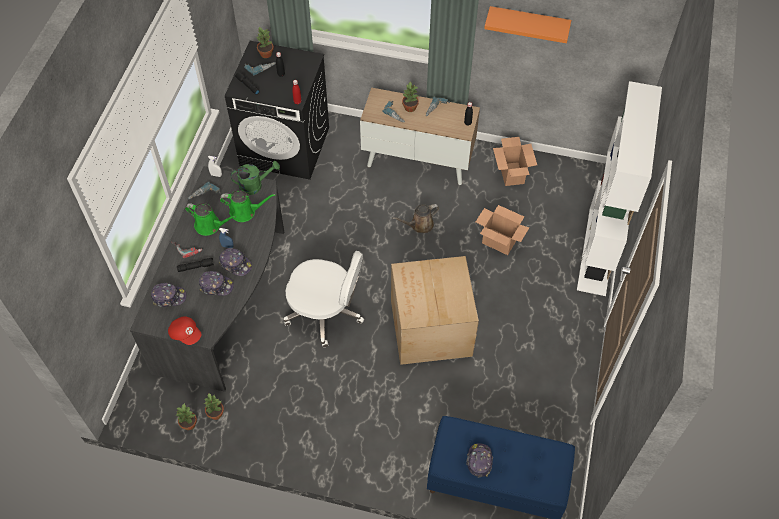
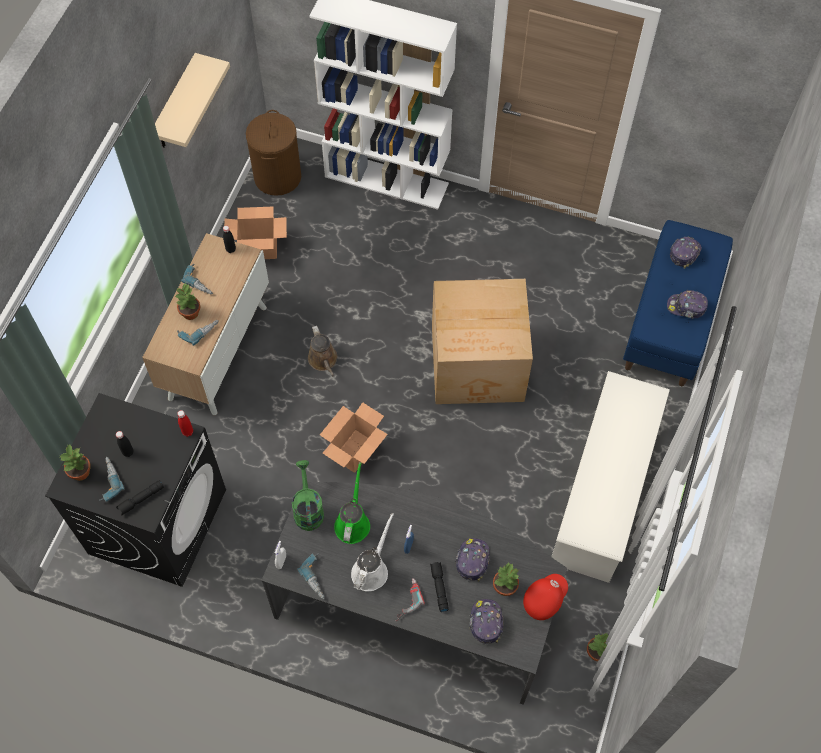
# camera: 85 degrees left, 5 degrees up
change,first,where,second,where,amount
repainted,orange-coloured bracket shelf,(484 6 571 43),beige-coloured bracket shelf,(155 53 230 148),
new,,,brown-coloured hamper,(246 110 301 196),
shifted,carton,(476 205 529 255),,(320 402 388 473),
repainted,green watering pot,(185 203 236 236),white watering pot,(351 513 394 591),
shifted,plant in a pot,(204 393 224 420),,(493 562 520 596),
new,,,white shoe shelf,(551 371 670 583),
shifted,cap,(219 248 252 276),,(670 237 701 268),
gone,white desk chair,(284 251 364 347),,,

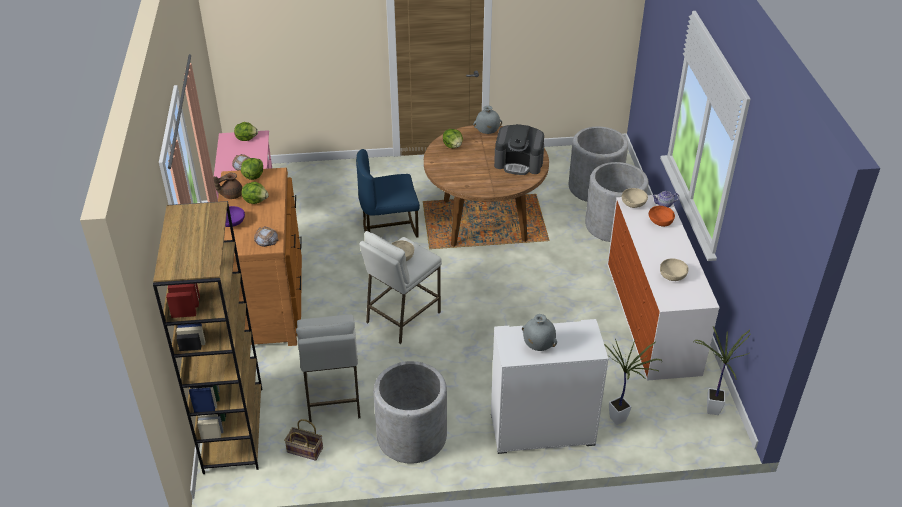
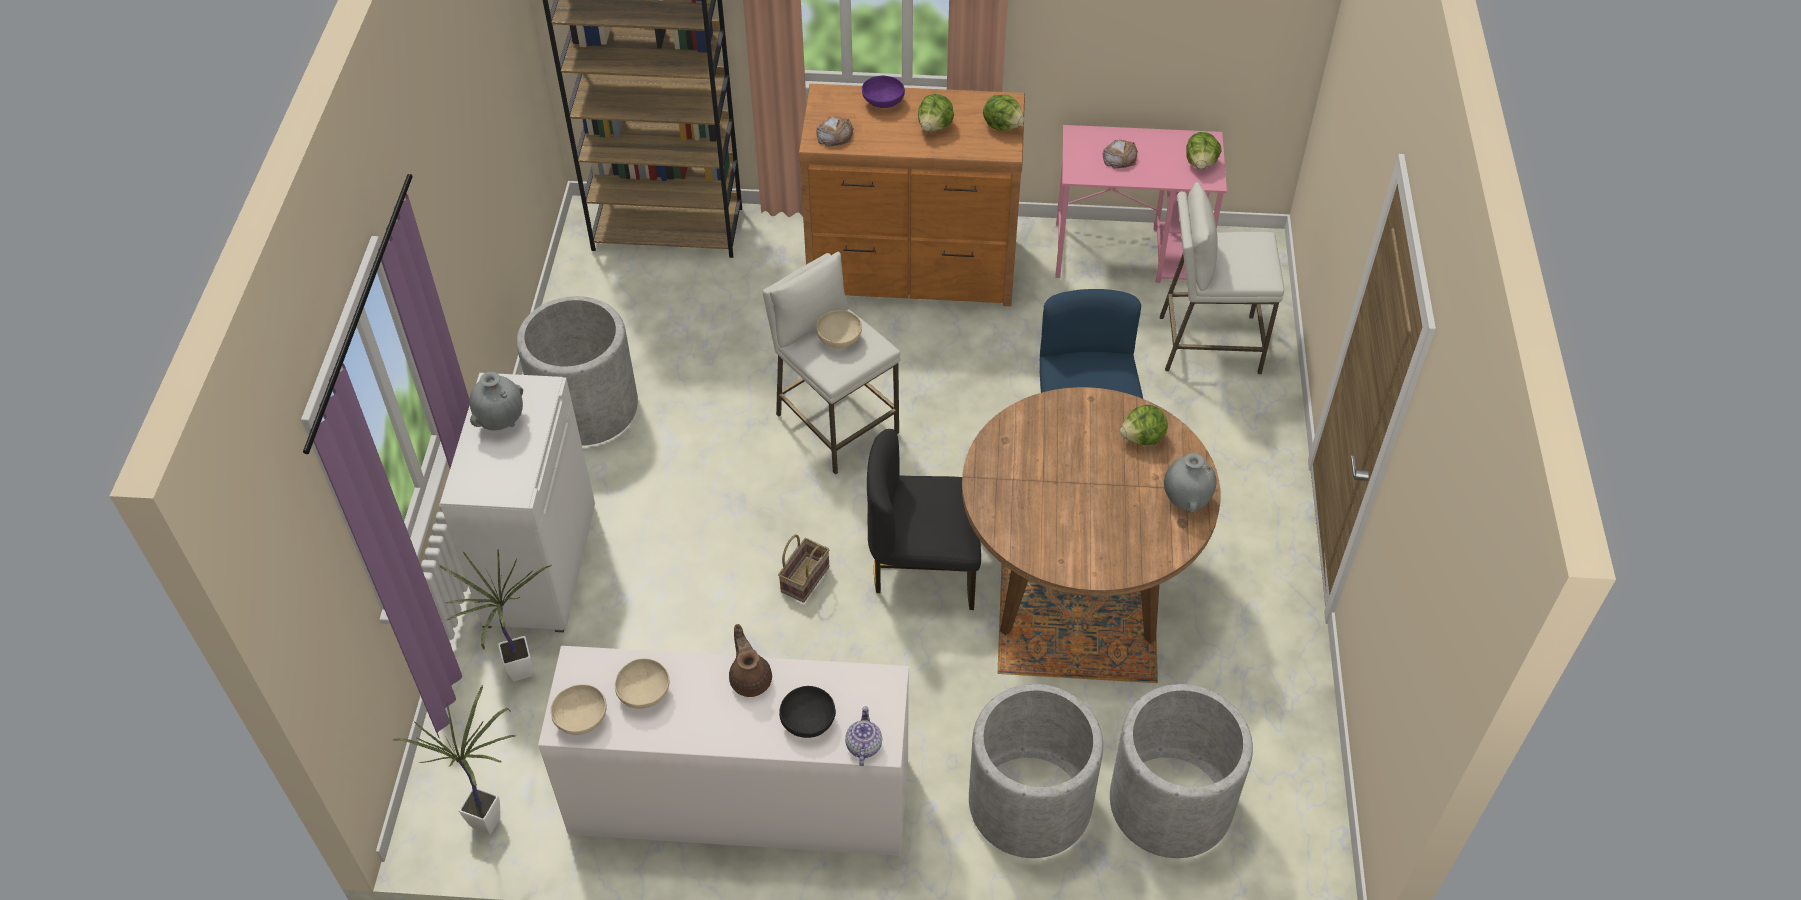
# camera: 100 degrees right, 10 degrees up
change,first,where,second,where,amount
shifted,beige-coloured deep dish,(622 188 648 208),,(551 684 607 735),
shifted,brown-coloured pot for tea,(213 173 242 199),,(729 624 772 697),
shifted,household basket,(284 419 323 461),,(778 535 829 603),
repainted,orange-coloured deep dish,(649 206 675 227),black-coloured deep dish,(779 686 836 738),
new,,,black-coloured upright chair,(867 429 981 610),
shifted,white sitting stool,(296 314 361 424),,(1160 182 1284 374),
gone,coffee maker,(494 124 544 175),,,

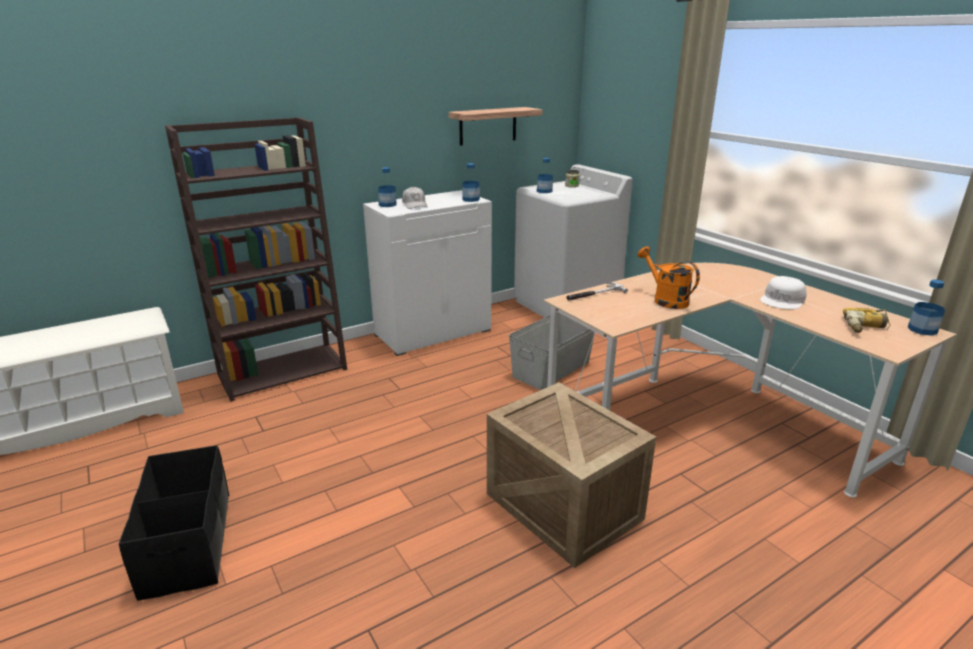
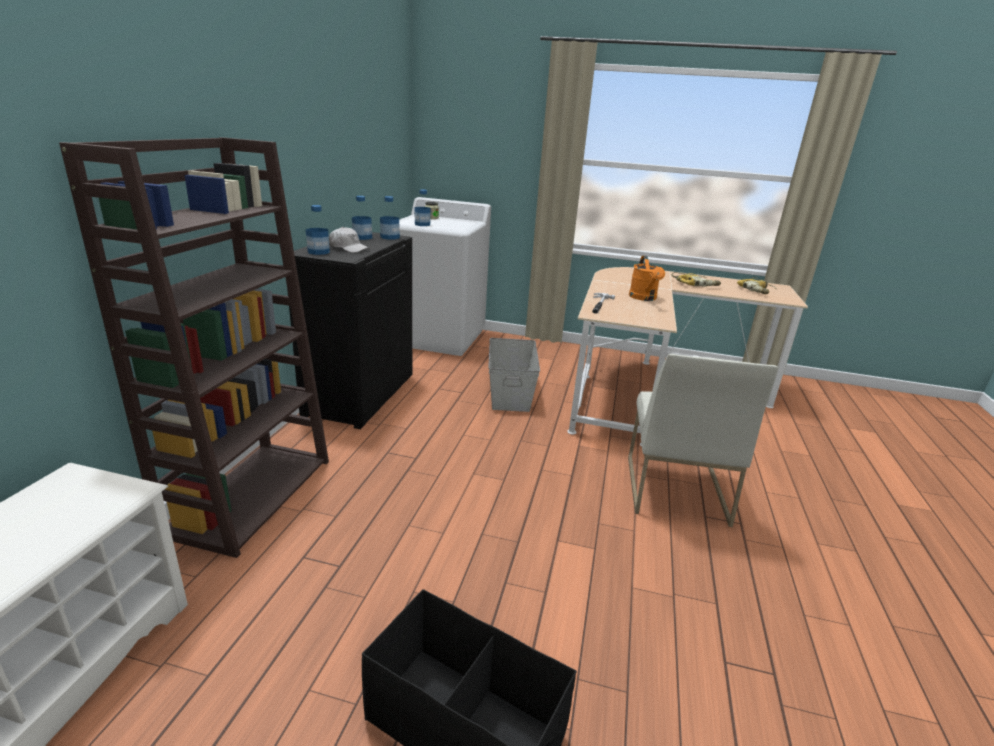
# camera: 45 degrees left, 0 degrees up
change,first,where,second,where,amount
repainted,white cabinet,(363 190 492 356),black-coloured cabinet,(287 232 412 429),
shifted,drink bottle,(908 279 945 336),,(352 196 372 240),
swapped,crate,(487 382 656 568),white upright chair,(628 354 778 527),
rotated,orange-coloured watering pot,(638 246 700 309),,(629 256 665 301),105 degrees counterclockwise
swapped,white cap,(760 276 807 309),drill,(671 272 721 287),
gone,bracket shelf,(449 107 542 146),,,

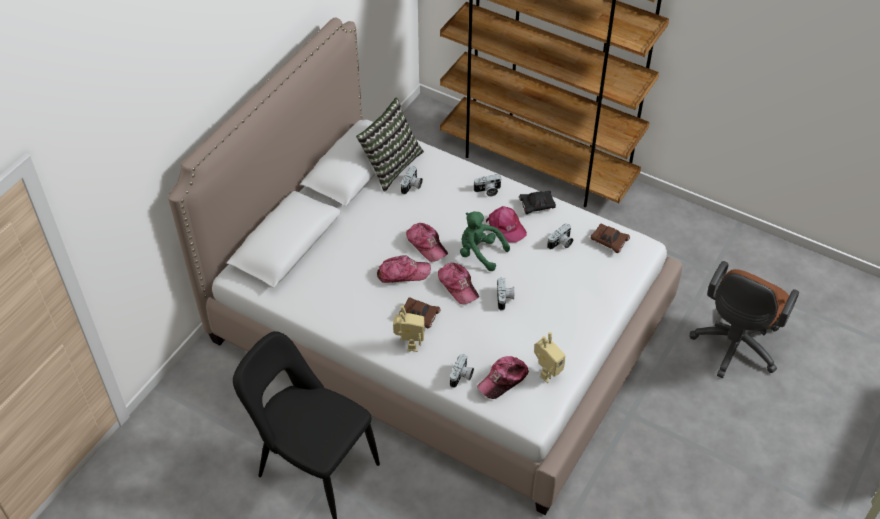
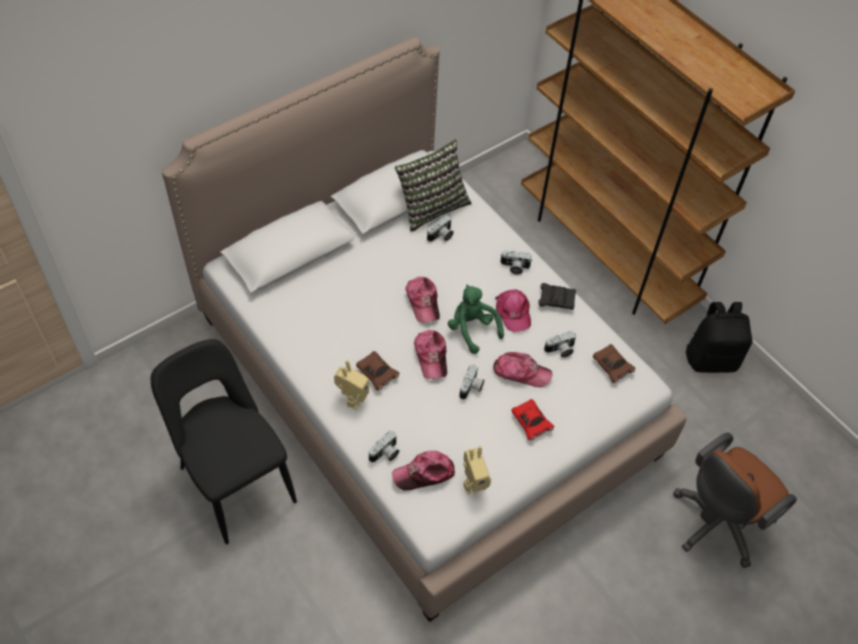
# camera: 20 degrees right, 5 degrees up
change,first,where,second,where,amount
shifted,cap,(377 255 431 283),,(493 352 553 387),
new,,,red-coloured miniature car,(511 399 554 440),
new,,,black-coloured knapsack,(686 302 752 373),

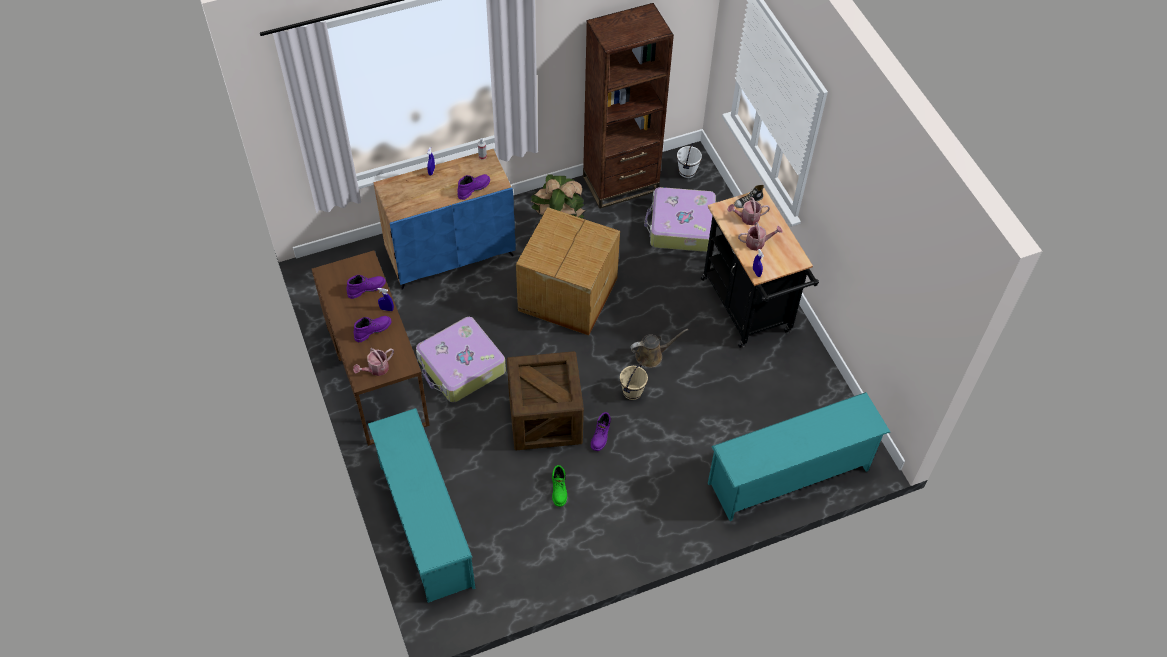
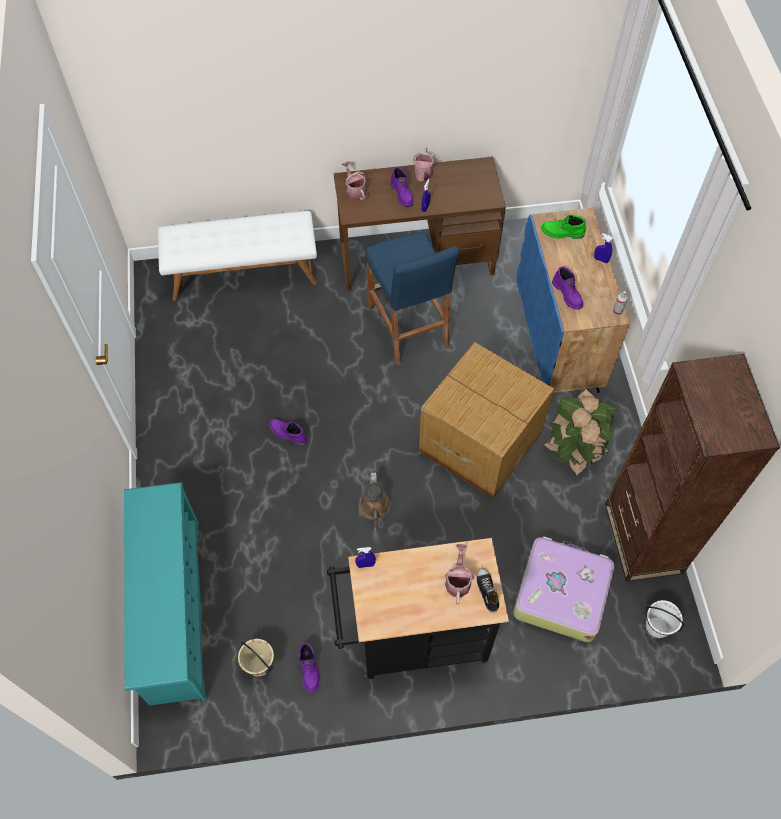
# camera: 105 degrees right, 5 degrees up
change,first,where,second,where,amount
swapped,blue-green shoe shelf,(368 408 475 603),white bench,(158 211 317 301),
shifted,beige-coloured water bucket,(620 364 648 400),,(238 639 274 677),
shifted,purple boot,(347 275 386 299),,(299 643 320 693),
swapped,suitcase,(416 317 506 402),blue sitting stool,(365 231 460 365),
shifted,watering pot,(738 222 783 251),,(413 149 435 181),
shifted,green boot,(552 465 567 507),,(541 215 586 239),
gone,crate,(507 351 584 450),,,

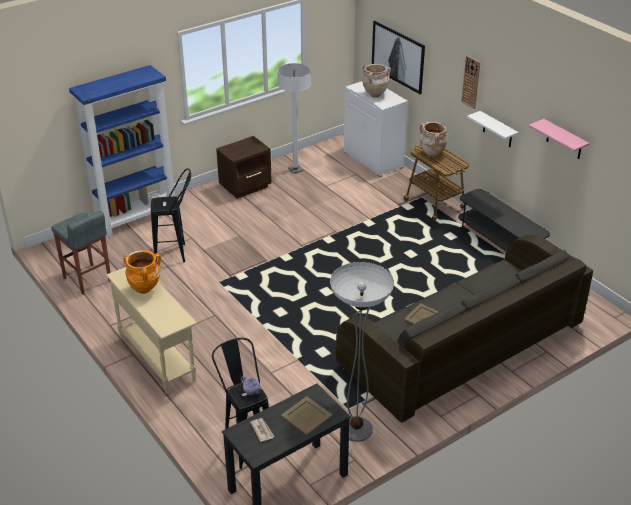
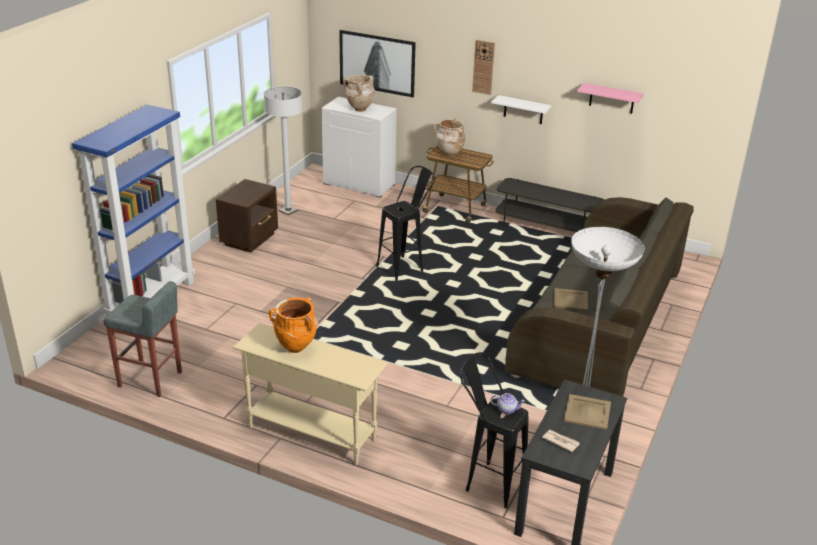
# camera: 30 degrees left, 5 degrees down
change,first,where,second,where,amount
shifted,black-coloured sitting stool,(151 168 191 263),,(376 166 435 281),

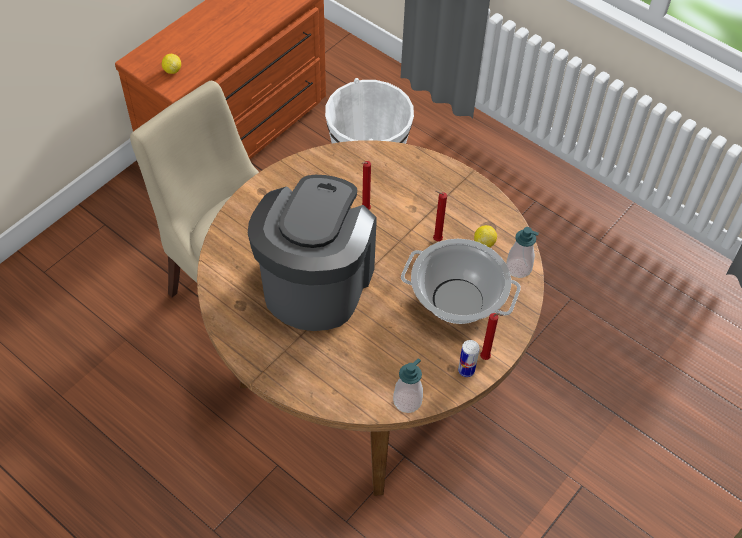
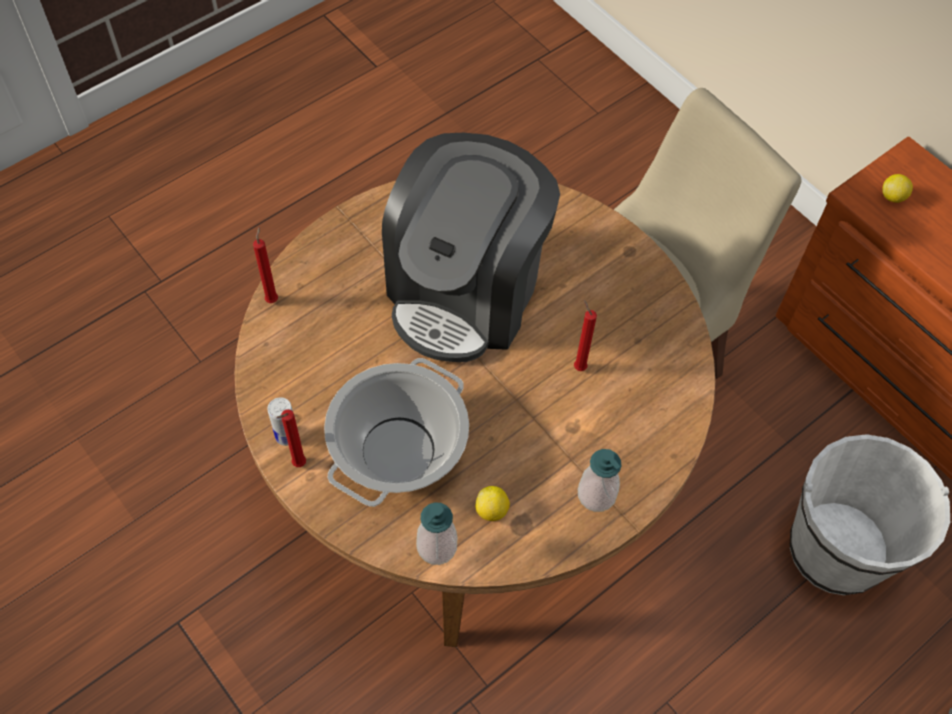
# camera: 100 degrees right, 5 degrees up
change,first,where,second,where,amount
shifted,red-coloured wax light,(433 190 447 241),,(253 227 278 303),
rotated,coffee maker,(248 175 377 331),,(382 133 560 362),90 degrees clockwise
shifted,soap dispenser,(393 358 423 413),,(578 449 621 512),

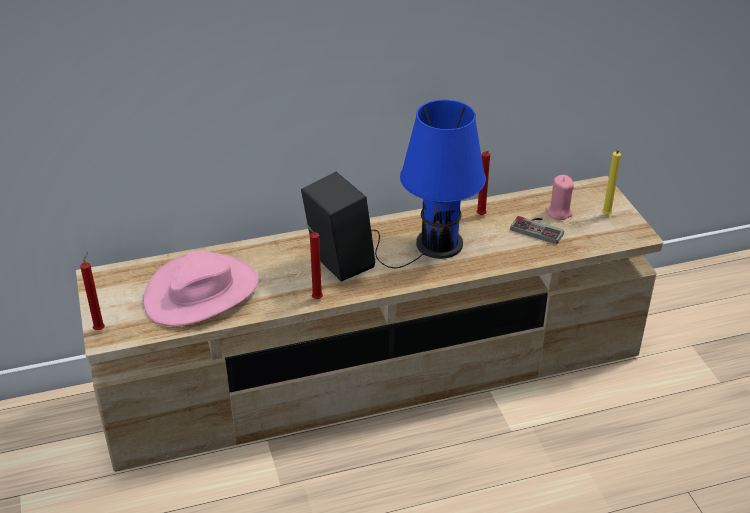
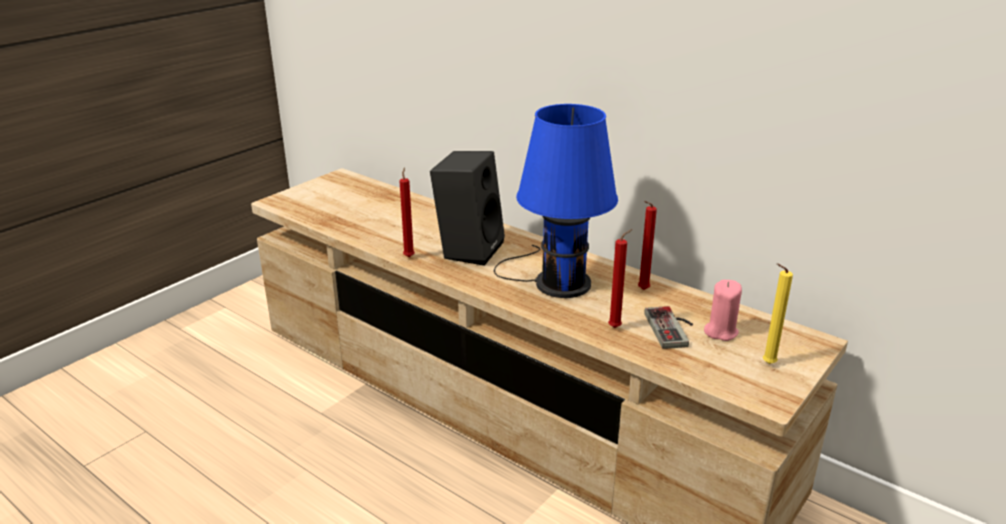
# camera: 55 degrees right, 10 degrees down
change,first,where,second,where,amount
shifted,red-coloured wax light,(80 252 105 330),,(608 229 633 328),
gone,pink wearable hat,(143 250 259 326),,,

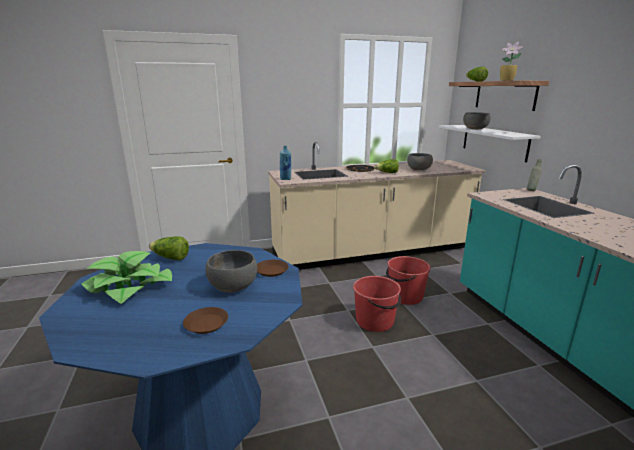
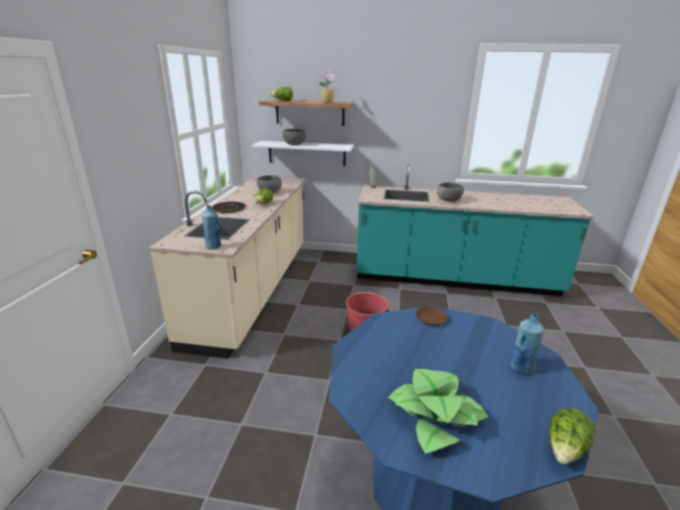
# camera: 65 degrees left, 5 degrees up
change,first,where,second,where,amount
shifted,greyish deep dish,(205 250 257 293),,(437 183 464 202),
swapped,brown-coloured plate,(183 307 228 334),blue drink bottle,(511 313 544 375),
shifted,head of lettuce,(149 236 189 260),,(549 408 596 464),
gone,red-coloured water bucket,(386 256 431 305),,,

